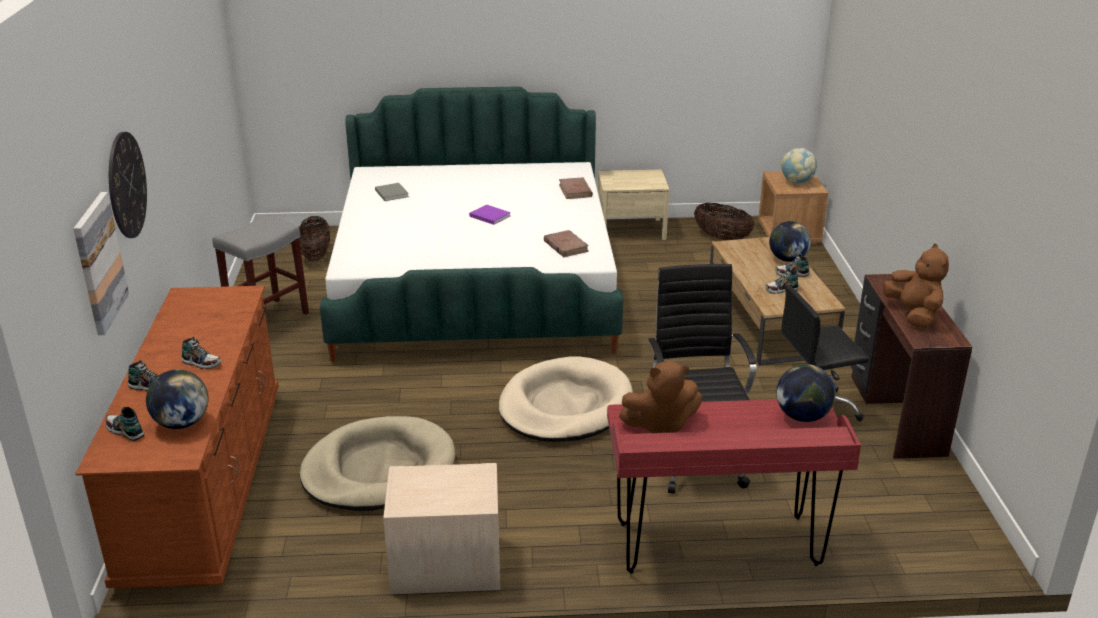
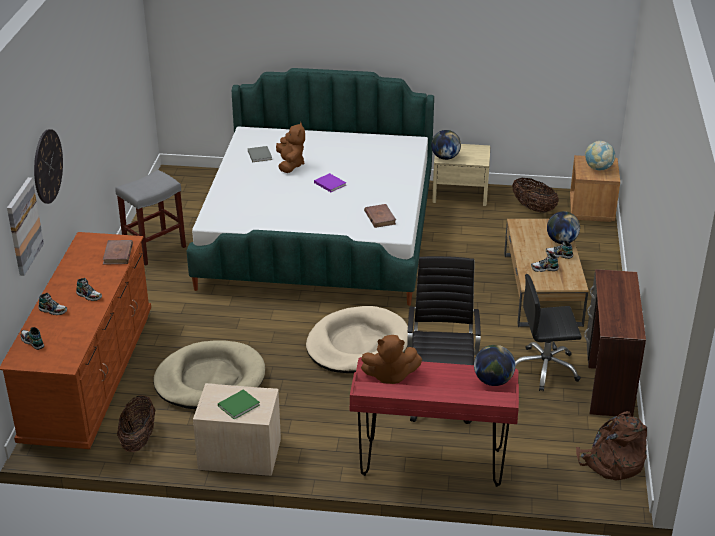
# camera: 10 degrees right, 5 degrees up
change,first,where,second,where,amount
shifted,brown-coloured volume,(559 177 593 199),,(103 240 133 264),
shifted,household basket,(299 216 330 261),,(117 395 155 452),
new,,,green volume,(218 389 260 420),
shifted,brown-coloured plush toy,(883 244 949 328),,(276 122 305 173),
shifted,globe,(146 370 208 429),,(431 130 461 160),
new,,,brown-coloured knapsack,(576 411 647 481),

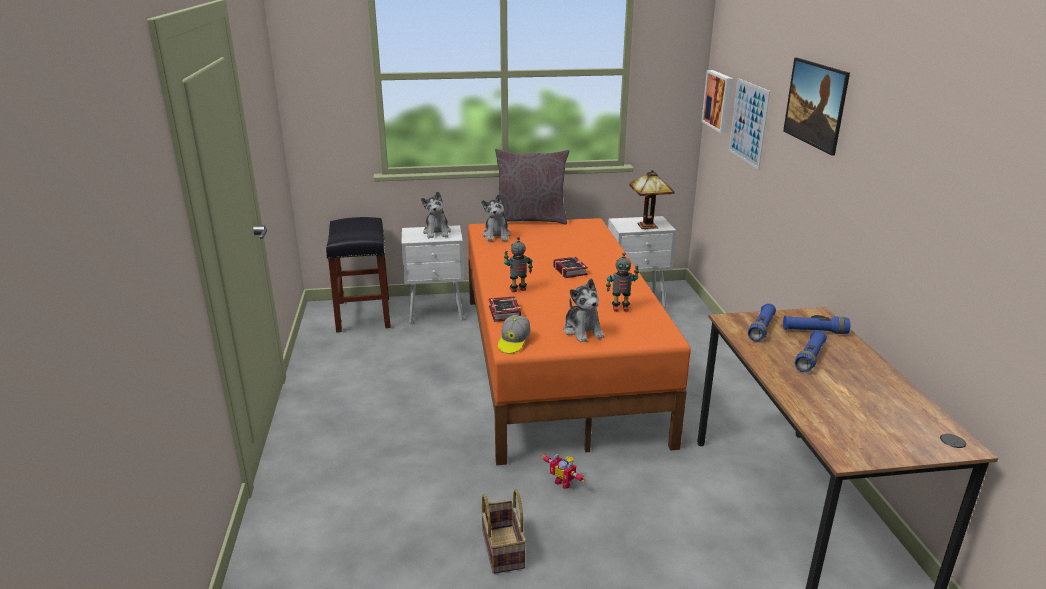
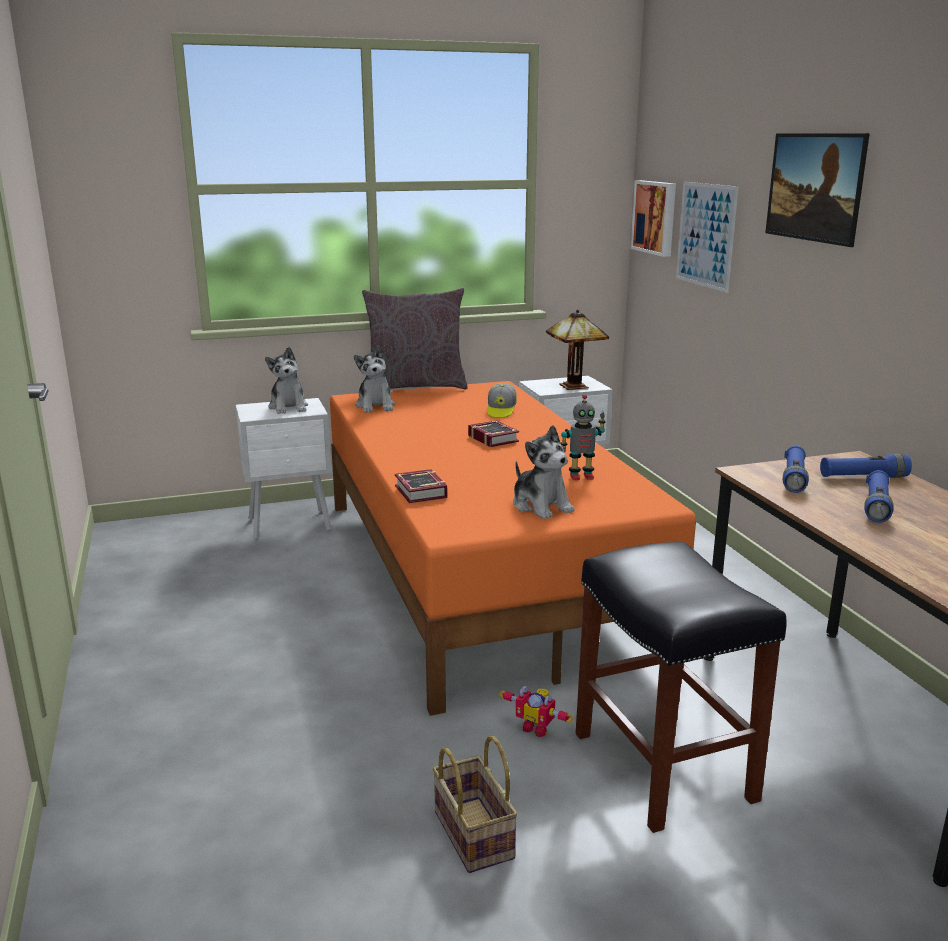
# camera: 10 degrees left, 5 degrees down
change,first,where,second,where,amount
shifted,cap,(498 315 531 354),,(487 383 517 418),
shifted,black-coloured sitting stool,(326 217 391 333),,(576 542 787 833),
gone,robot figure,(504 237 533 292),,,

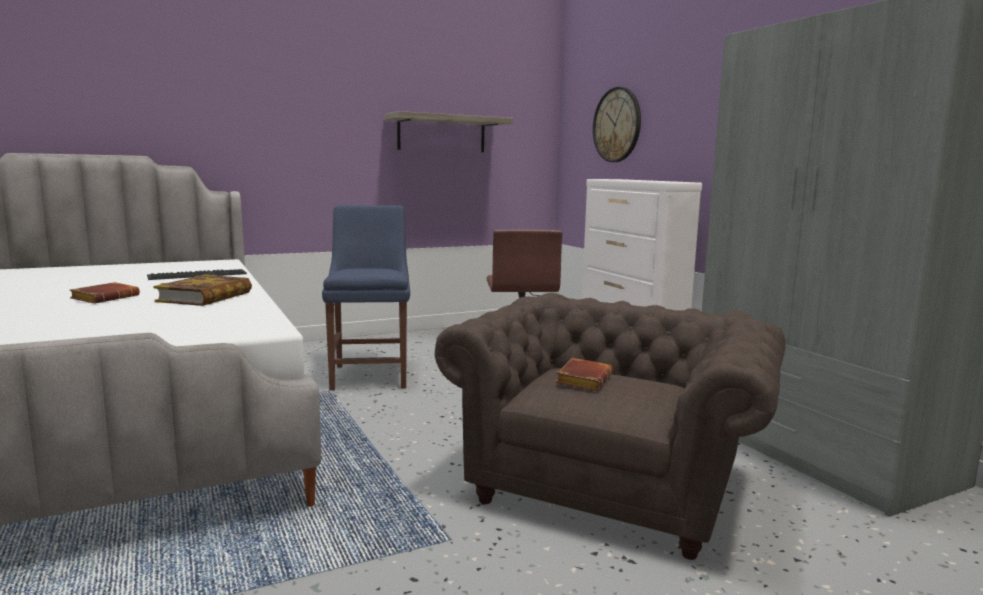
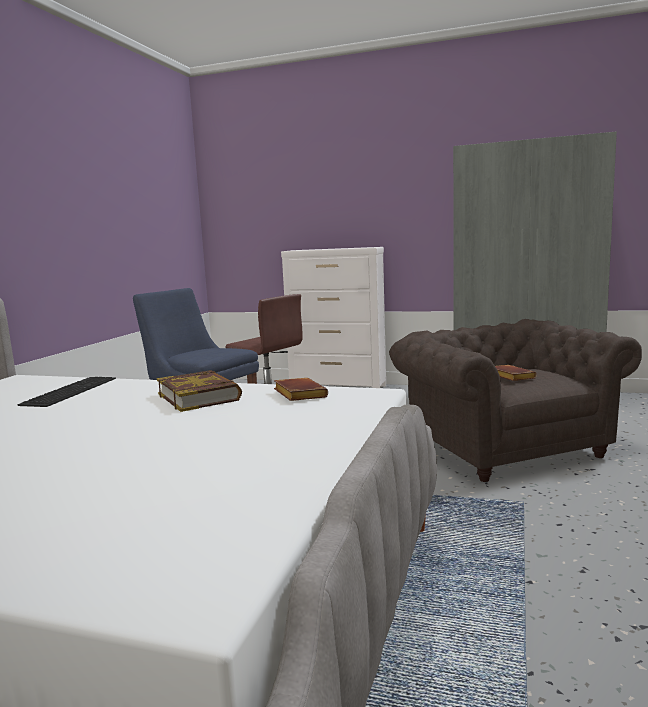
# camera: 45 degrees left, 0 degrees up
change,first,where,second,where,amount
shifted,brown-coloured volume,(70 282 140 304),,(274 378 328 401),
gone,bracket shelf,(385 111 513 152),,,
gone,wall clock,(593 87 641 162),,,

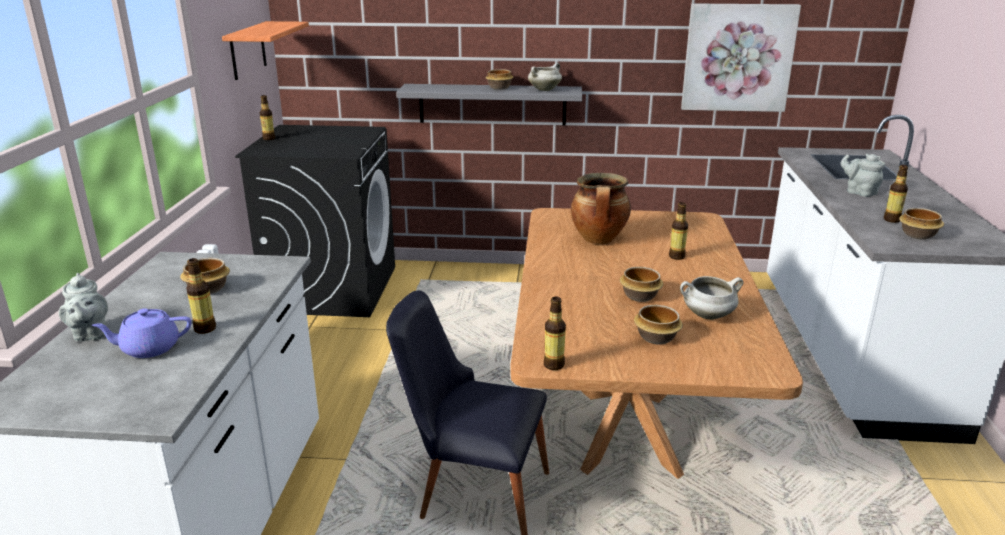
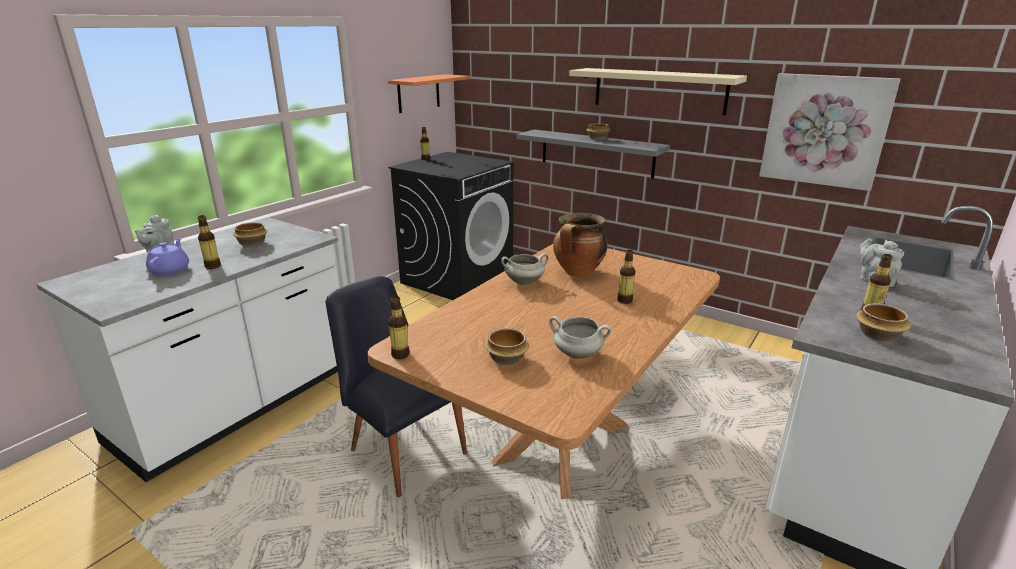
# camera: 30 degrees right, 0 degrees up
change,first,where,second,where,amount
rotated,purple pot for tea,(92 308 191 358),,(146 238 189 275),75 degrees clockwise
shifted,white stockpot,(528 63 562 91),,(501 253 548 286),
new,,,beige-coloured bracket shelf,(569 68 747 115),
gone,deep dish,(620 267 663 302),,,

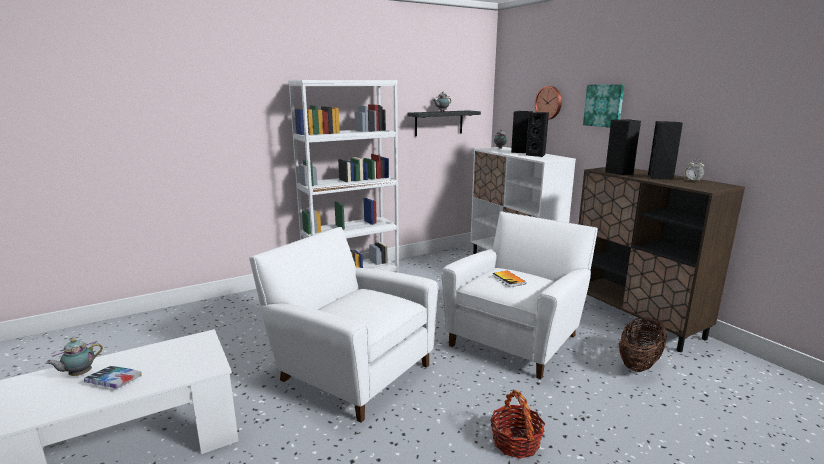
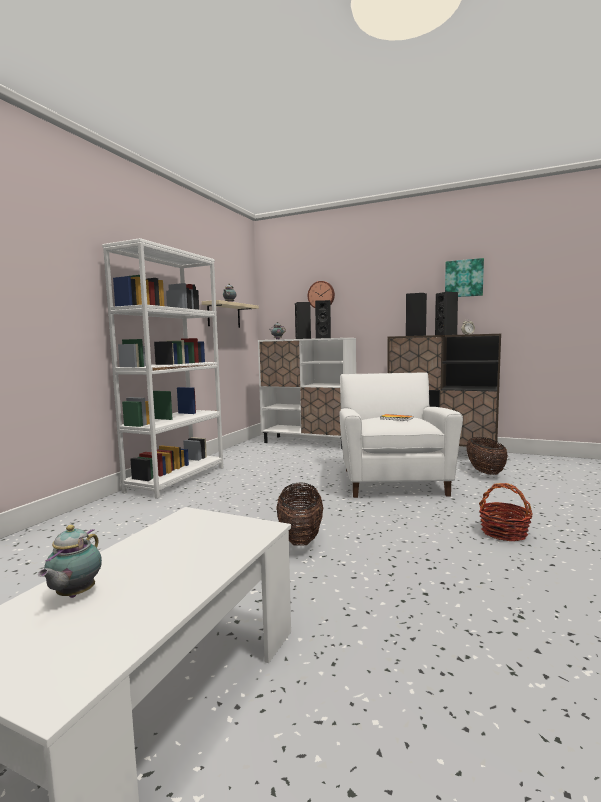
# camera: 35 degrees left, 10 degrees down
change,first,where,second,where,amount
repainted,black-coloured bracket shelf,(407 110 481 136),beige-coloured bracket shelf,(202 300 259 328),
swapped,white armchair,(249 227 438 423),household basket,(276 482 323 546),
shifted,wall picture,(583 84 624 128),,(445 258 484 297),
gone,volume,(84 366 142 389),,,

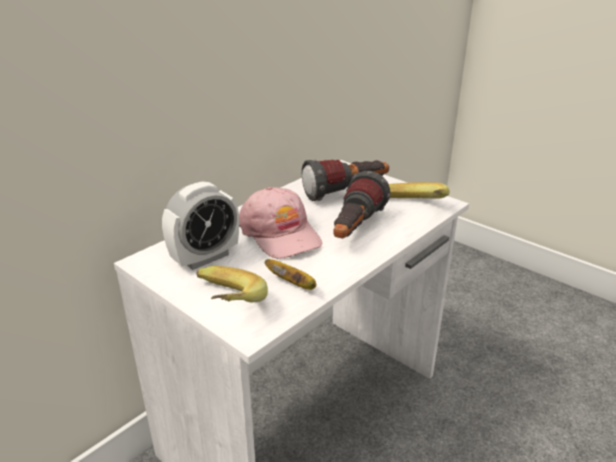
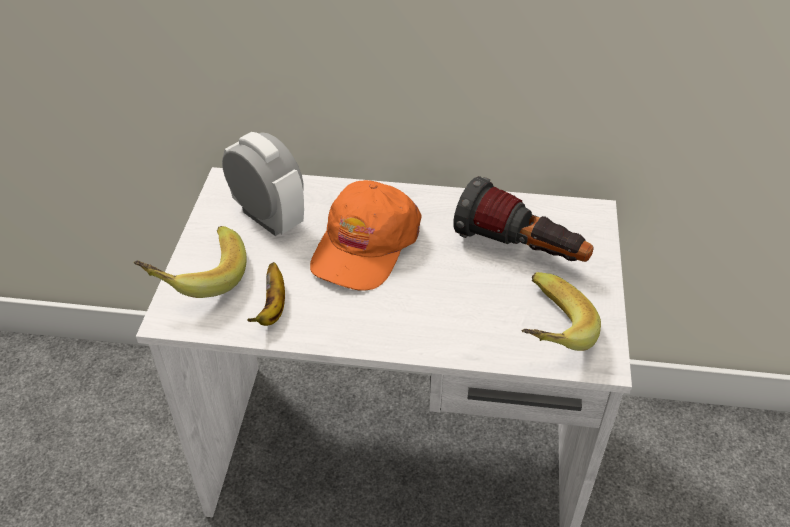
# camera: 55 degrees right, 15 degrees up
change,first,where,second,where,amount
rotated,table clock,(162 182 239 270),,(222 132 304 236),150 degrees counterclockwise
repainted,pink cap,(239 187 322 259),orange-coloured cap,(310 180 422 291),
gone,hand torch,(333 171 391 239),,,

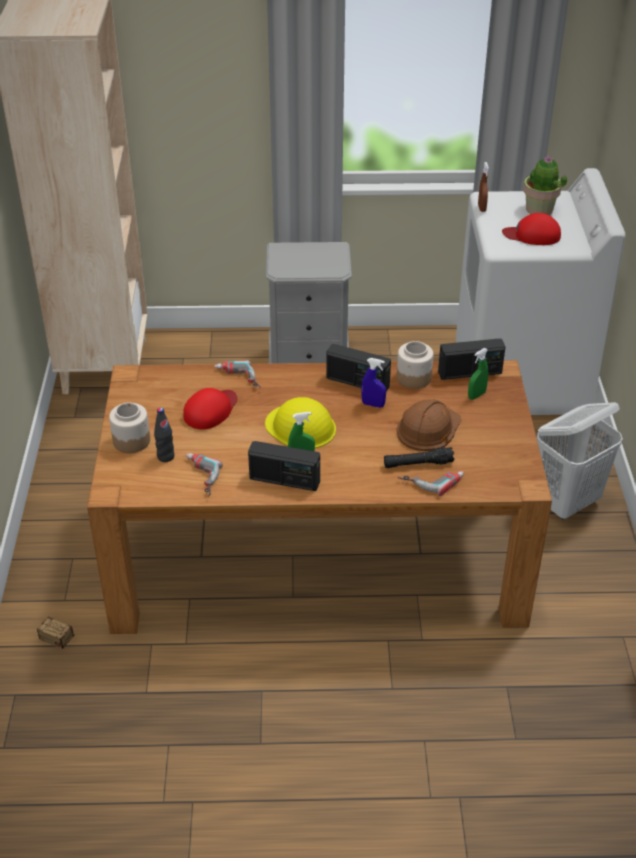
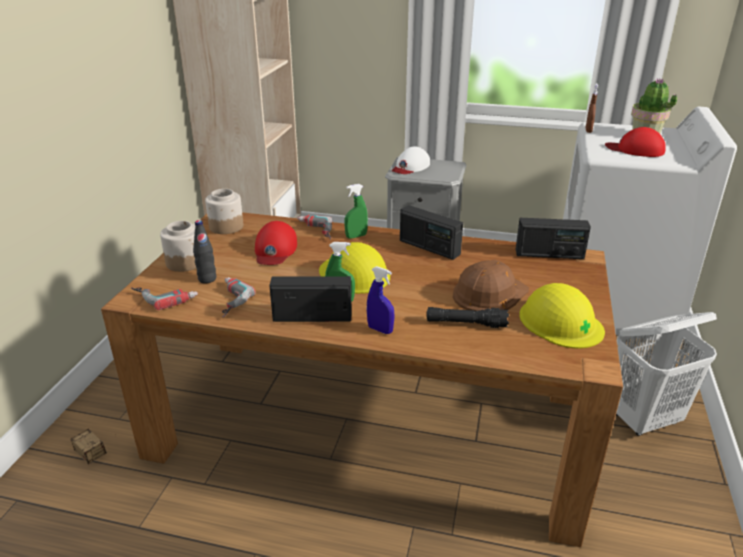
# camera: 15 degrees right, 10 degrees down
change,first,where,second,where,amount
shifted,drill,(397 471 464 496),,(131 287 198 310),
shifted,preserve jar,(397 341 433 389),,(205 189 244 234),
rotated,red-coloured cap,(183 388 237 430),,(255 221 297 265),135 degrees clockwise
rotated,radio receiver,(248 441 320 491),,(269 276 352 322),150 degrees clockwise
shifted,green hand sprayer,(468 348 488 400),,(345 184 368 239),
shifted,blue hand sprayer,(361 358 386 408),,(367 266 394 334),
new,,,white cap,(392 146 430 174),
new,,,yellow safety helmet,(520 283 605 349),

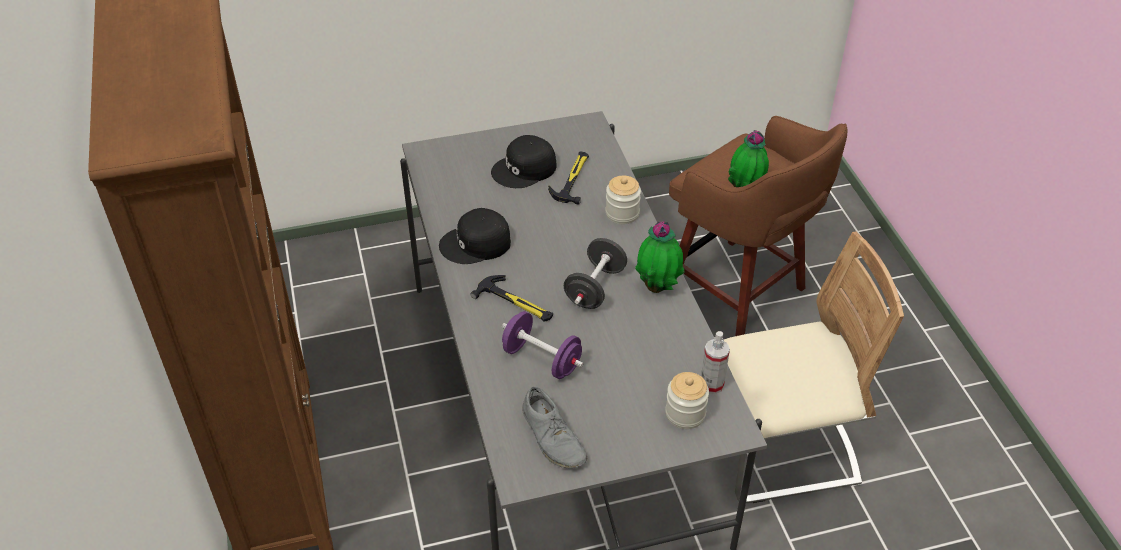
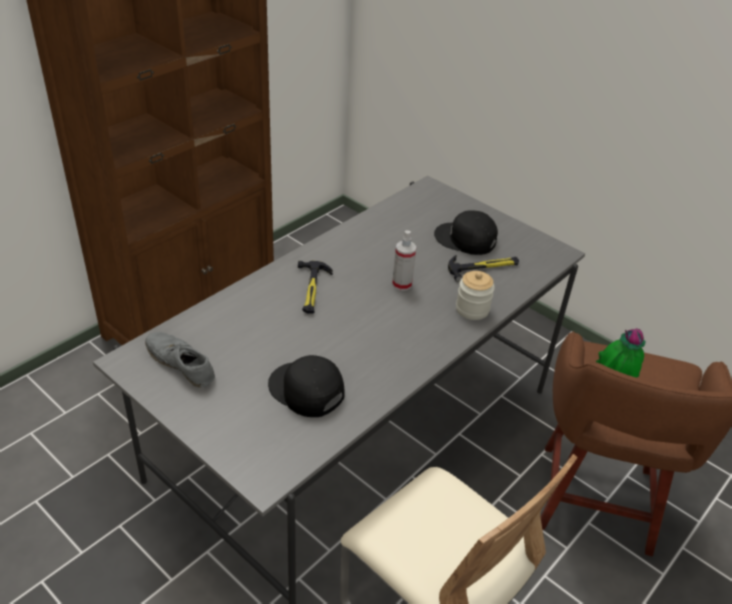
# camera: 55 degrees right, 5 degrees down
change,first,where,second,where,amount
rotated,greyish low shoe,(522 387 587 469),,(145 332 215 387),105 degrees clockwise
shifted,black-coloured cap,(439 208 511 264),,(268 355 345 417),
shifted,hand sprayer,(701 331 730 394),,(392 230 417 291),
gone,purple dumbbell,(502 311 584 379),,,
gone,black-coloured dumbbell,(564 238 627 309),,,
gone,plant in a pot,(635 221 685 293),,,
gone,preserve jar,(665 372 709 429),,,

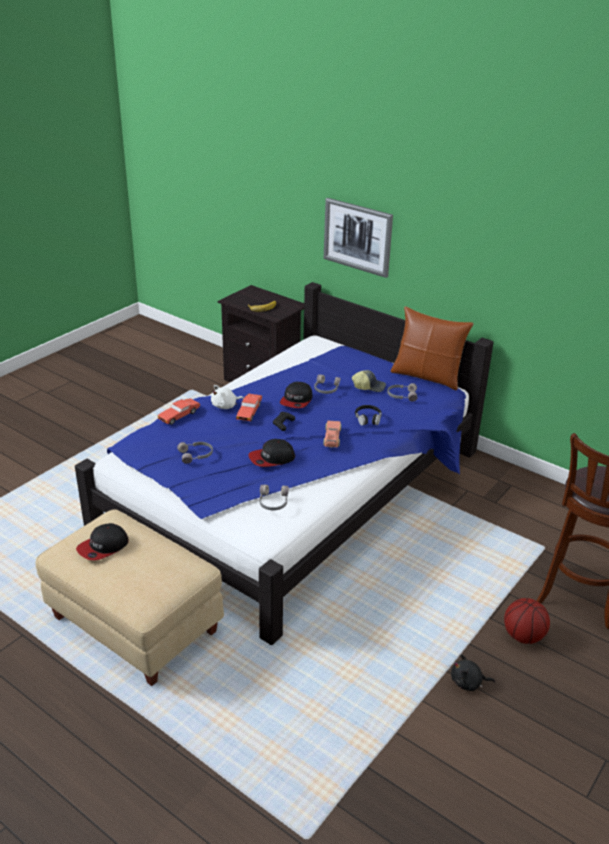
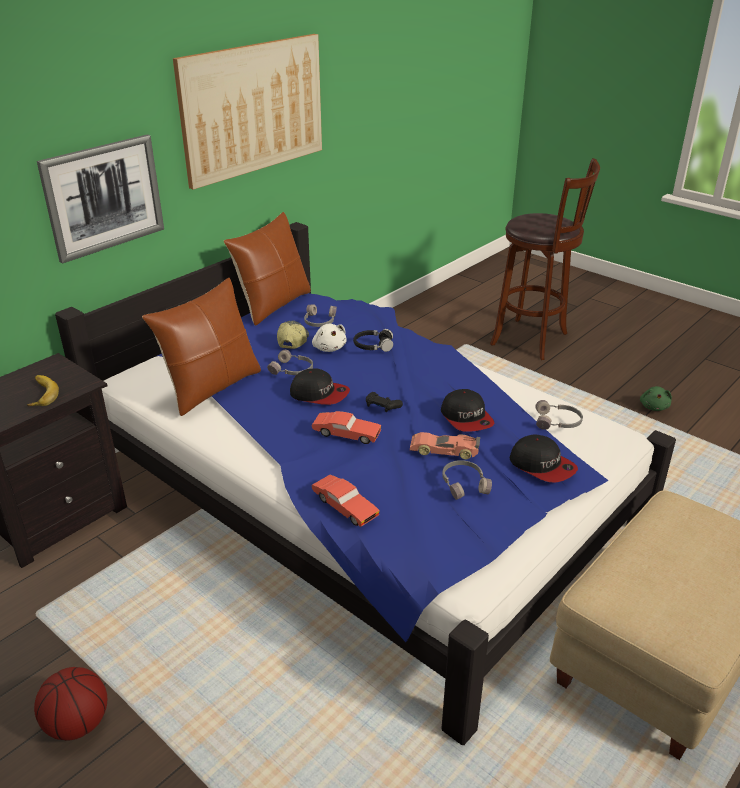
# camera: 85 degrees left, 0 degrees up
change,first,where,second,where,amount
shifted,basketball,(504 598 550 644),,(34 667 107 741),
new,,,brown-coloured cushion,(142 278 261 416),
new,,,wall picture,(173 34 322 190),
shifted,white plush toy,(211 385 244 409),,(312 324 347 352),
shifted,miniature car,(323 421 341 448),,(410 432 480 459),
shifted,cap,(76 523 129 561),,(510 434 578 483),
repainted,black-coloured plush toy,(451 654 495 691),green plush toy,(640 386 672 411),

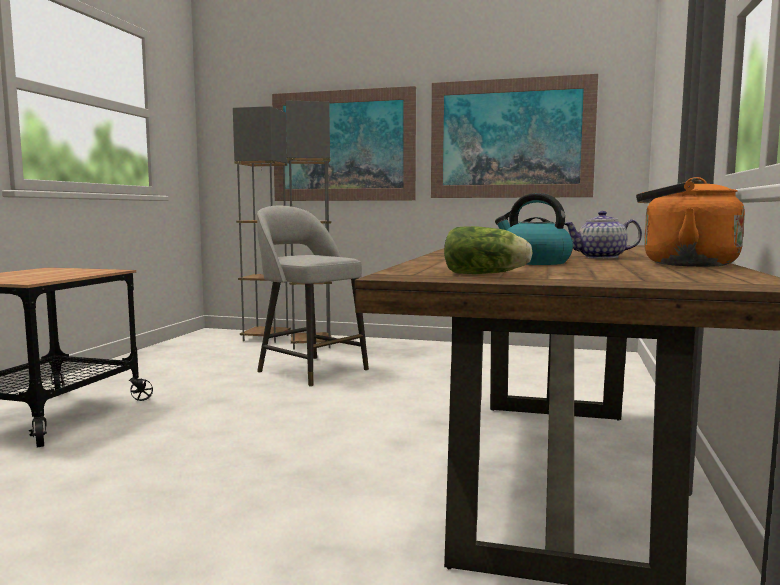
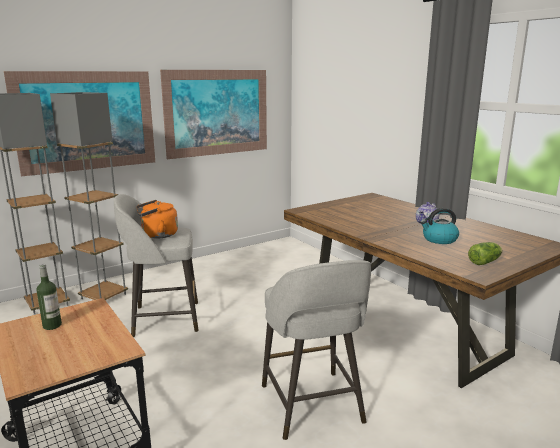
# camera: 50 degrees left, 10 degrees up
change,first,where,second,where,amount
new,,,drink bottle,(37 264 62 330),
shifted,orange-coloured tea kettle,(636 177 745 267),,(136 200 178 239),
new,,,greyish sitting stool,(262 260 371 440),

